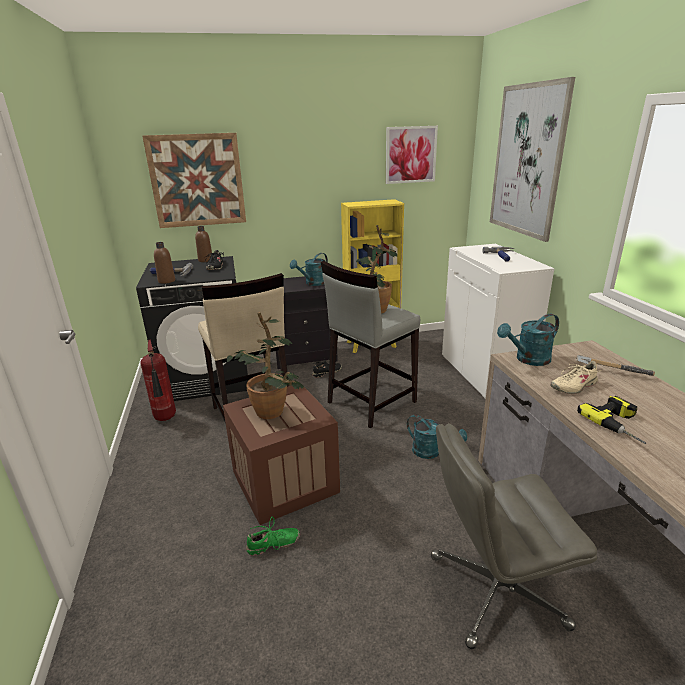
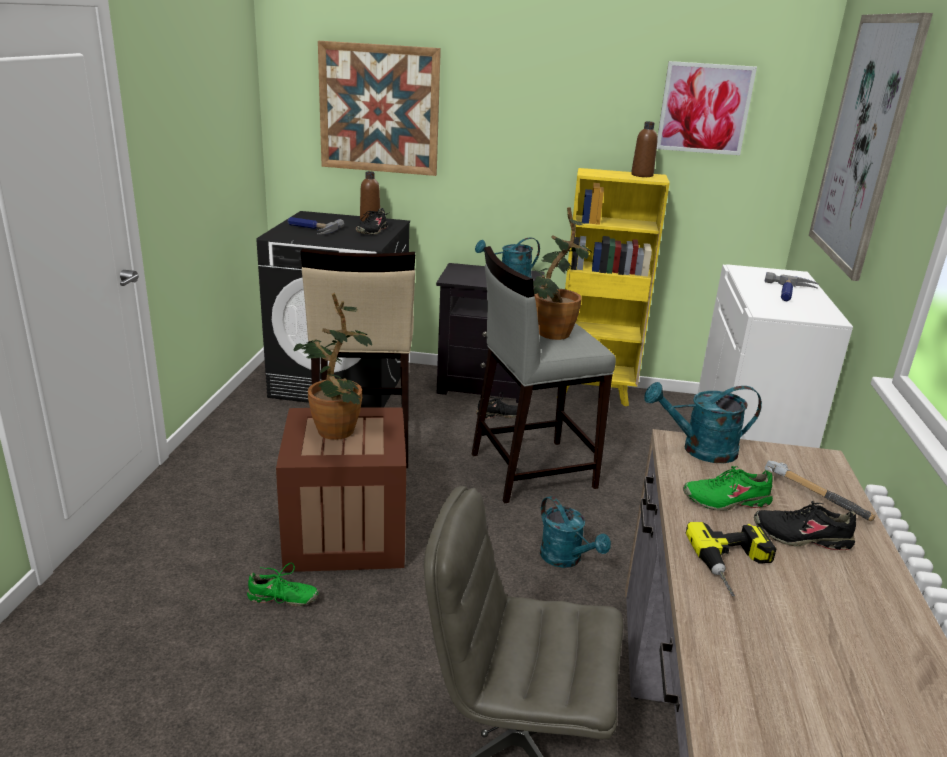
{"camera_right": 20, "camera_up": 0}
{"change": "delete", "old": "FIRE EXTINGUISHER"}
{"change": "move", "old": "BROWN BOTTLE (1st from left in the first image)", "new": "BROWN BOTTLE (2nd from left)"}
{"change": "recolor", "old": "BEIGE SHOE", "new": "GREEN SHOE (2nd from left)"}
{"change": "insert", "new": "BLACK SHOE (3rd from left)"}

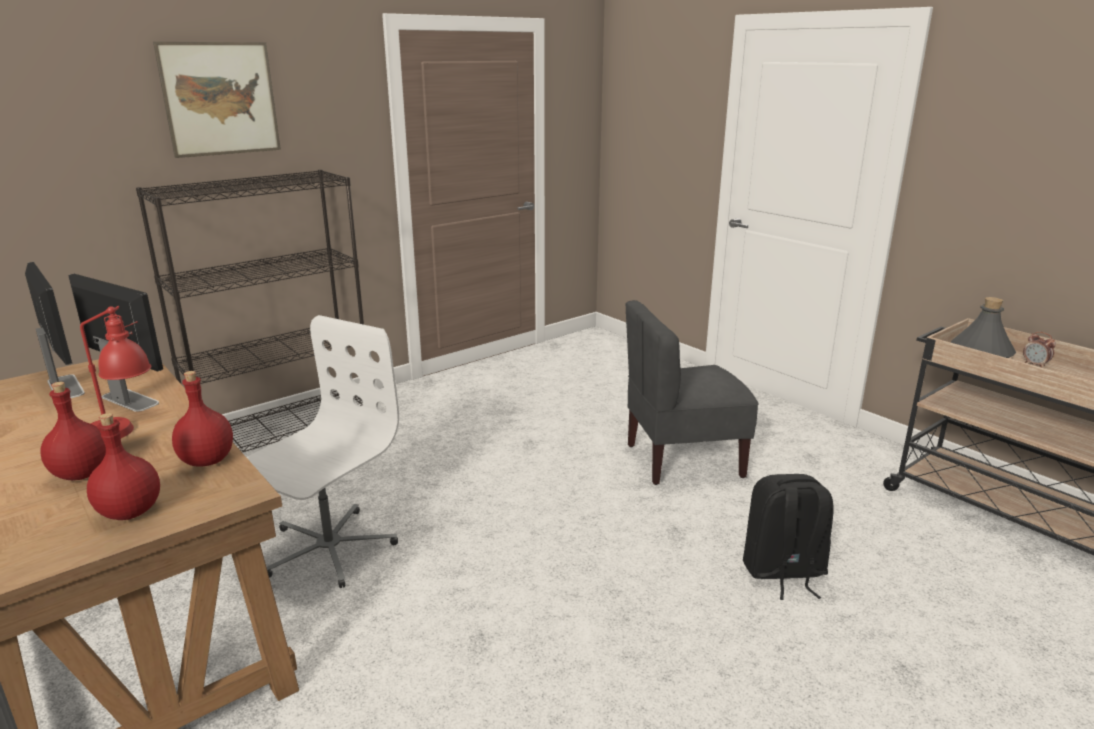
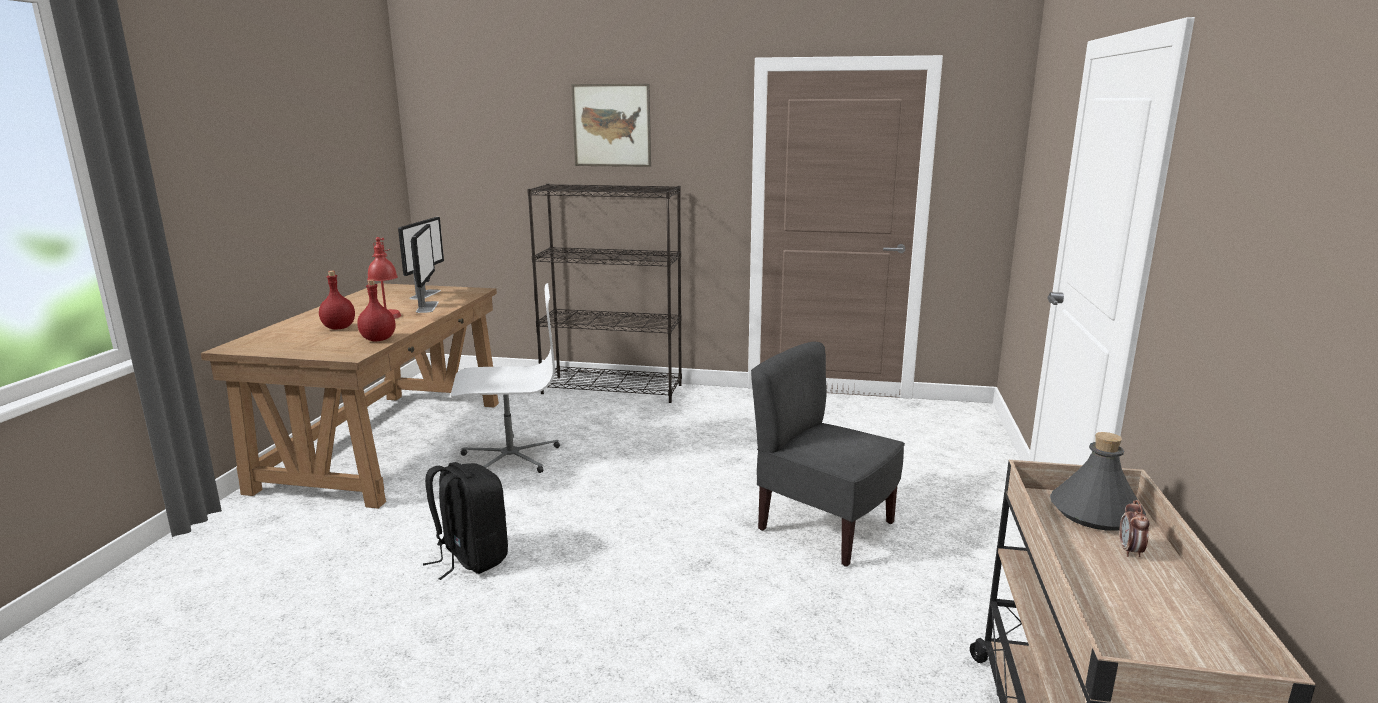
{"camera_right": 50, "camera_up": -5}
{"change": "delete", "old": "RED BOTTLE (2nd from left)"}
{"change": "move", "old": "BLACK BACKPACK"}

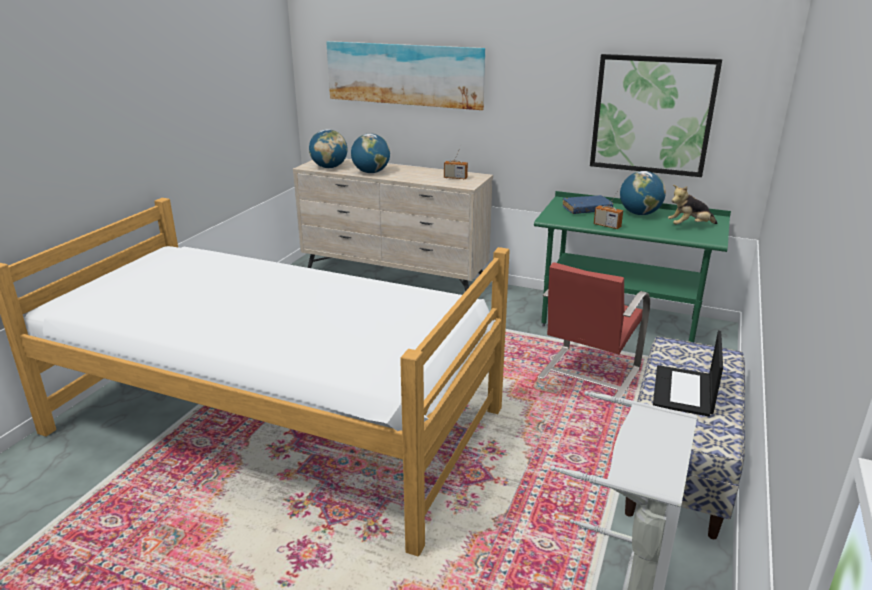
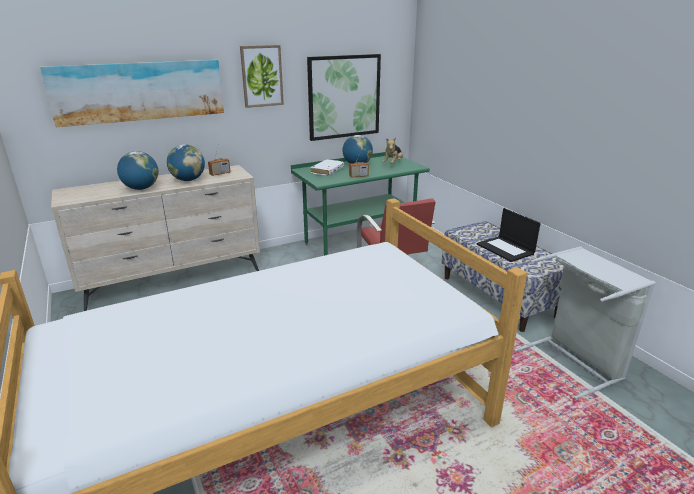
{"camera_right": -50, "camera_up": 0}
{"change": "move", "old": "GLOBE (1st from left in the first image)", "new": "GLOBE (2nd from left)"}
{"change": "recolor", "old": "BLUE BOOK", "new": "WHITE BOOK"}
{"change": "insert", "new": "PICTURE (2nd from left)"}

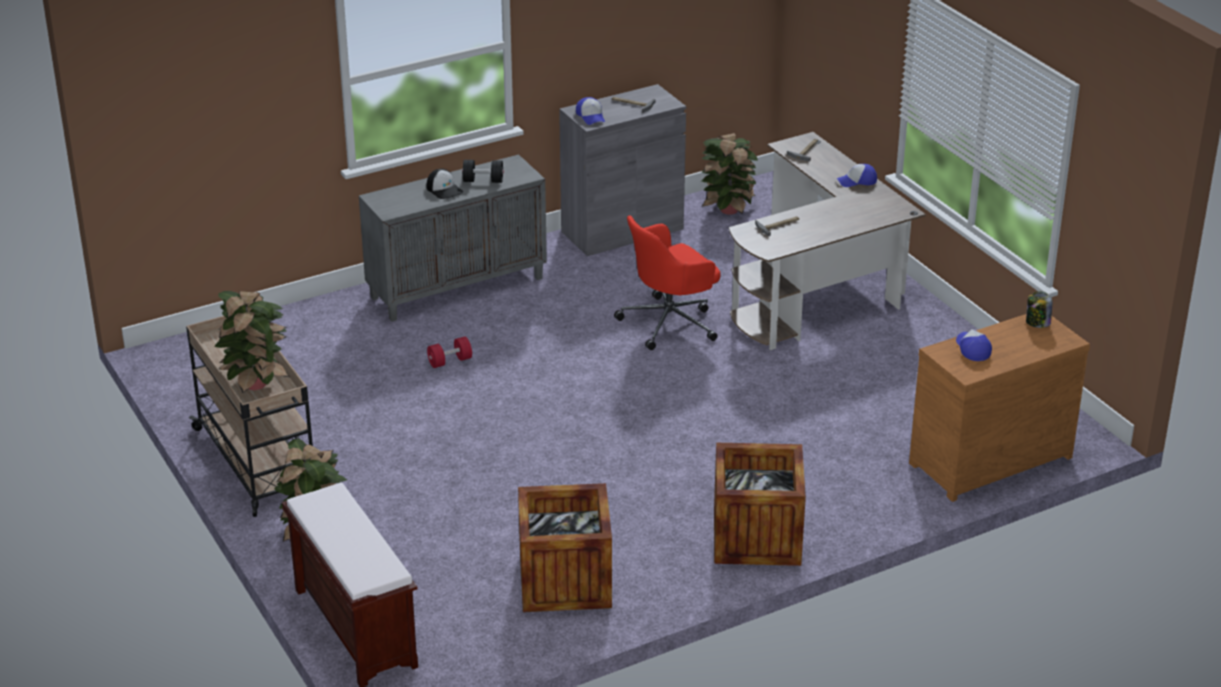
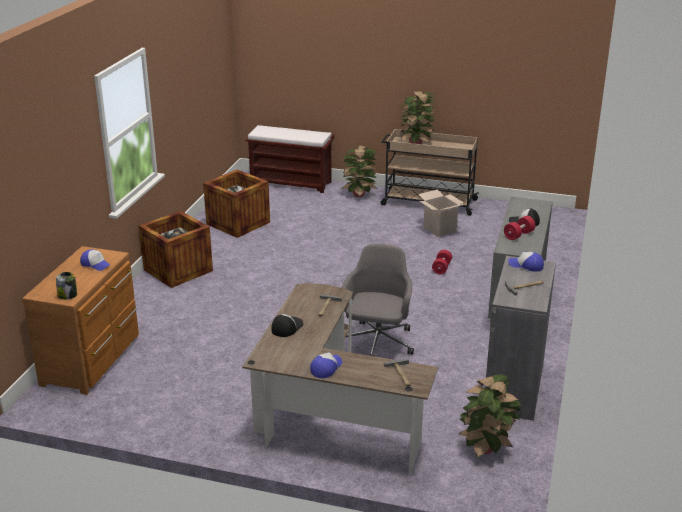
{"camera_right": 135, "camera_up": -5}
{"change": "recolor", "old": "BLACK DUMBBELL", "new": "RED DUMBBELL (2nd from left)"}
{"change": "recolor", "old": "RED OFFICE CHAIR", "new": "GREY OFFICE CHAIR"}
{"change": "insert", "new": "CAP (2nd from left)"}
{"change": "insert", "new": "CARDBOARD BOX"}

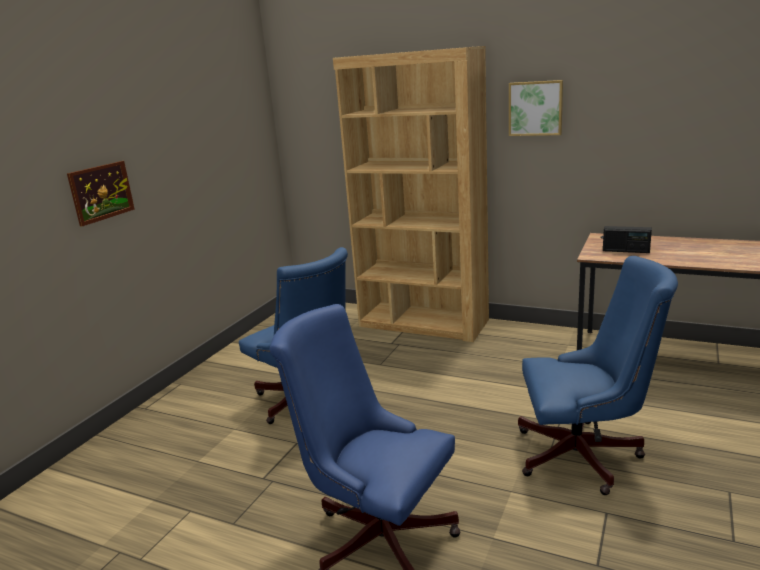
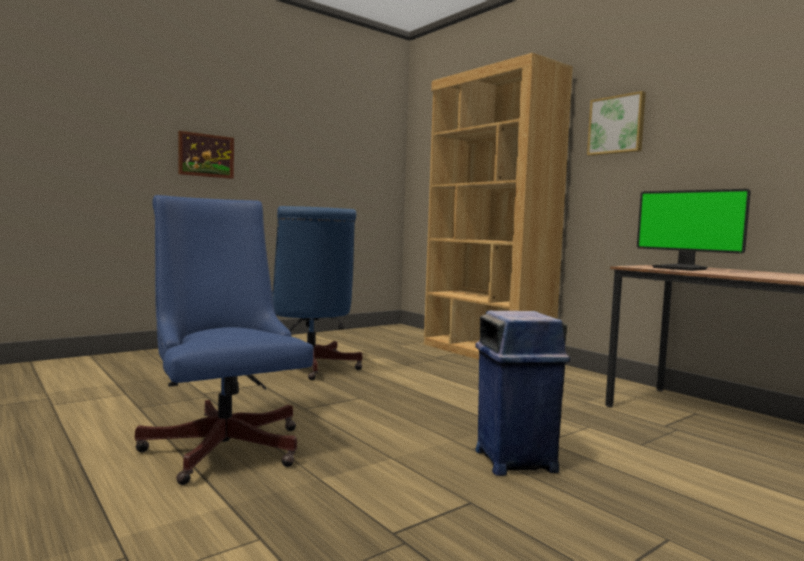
{"camera_right": 25, "camera_up": -15}
{"change": "replace", "old": "BLUE OFFICE CHAIR (3rd from left)", "new": "BLUE TRASH CAN"}
{"change": "replace", "old": "RADIO", "new": "MONITOR"}

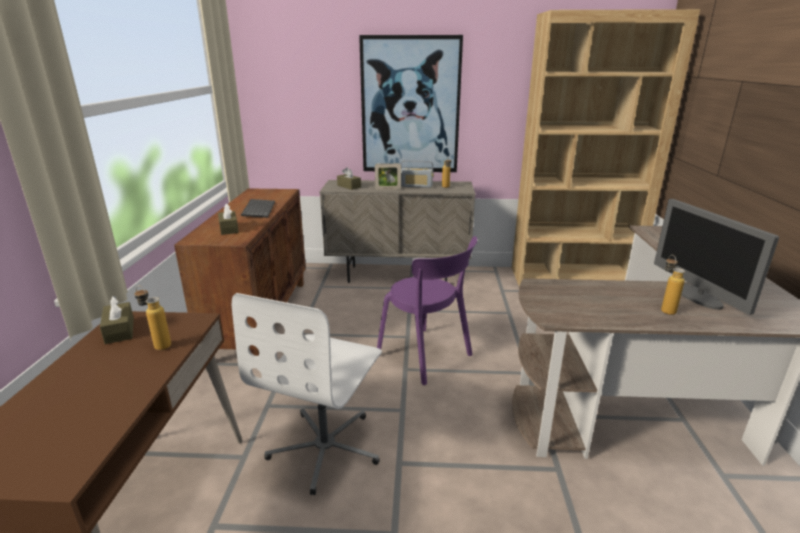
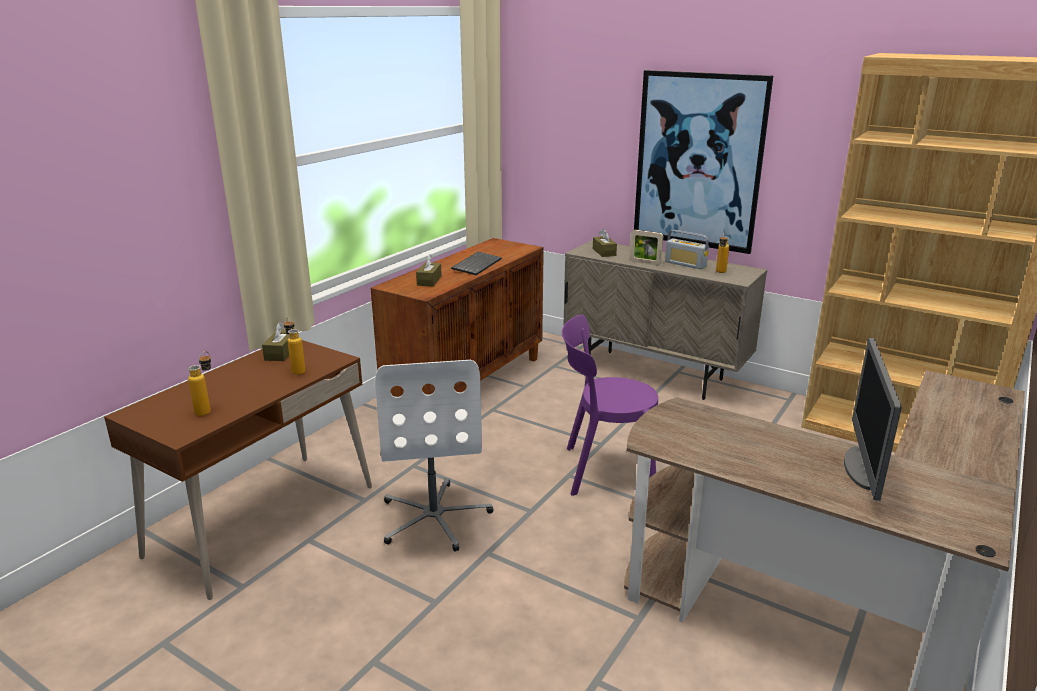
{"camera_right": 30, "camera_up": 0}
{"change": "rotate", "old": "WHITE OFFICE CHAIR", "degrees": -60}
{"change": "rotate", "old": "PURPLE CHAIR", "degrees": 105}
{"change": "move", "old": "BOTTLE (3rd from left in the first image)", "new": "BOTTLE (1st from left)"}

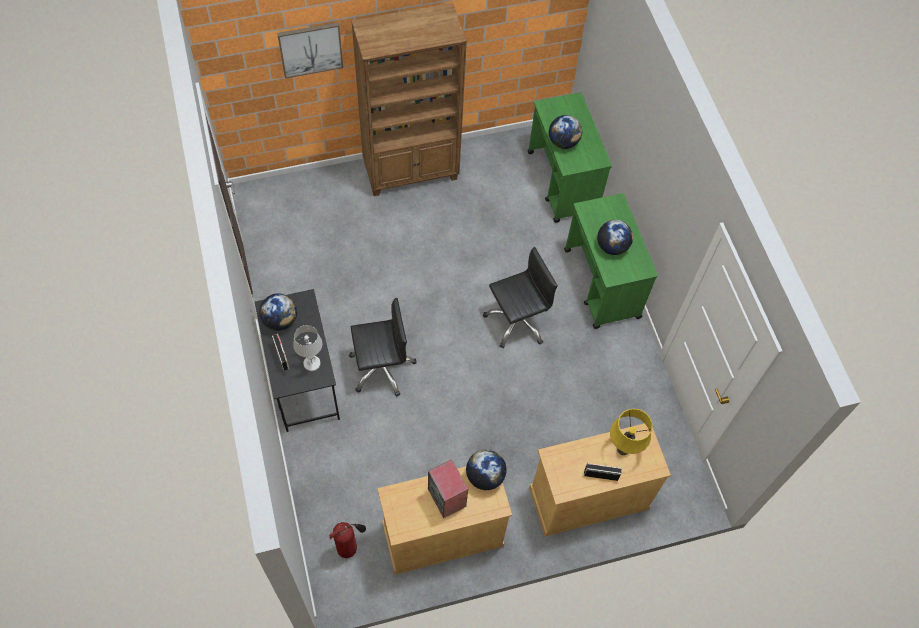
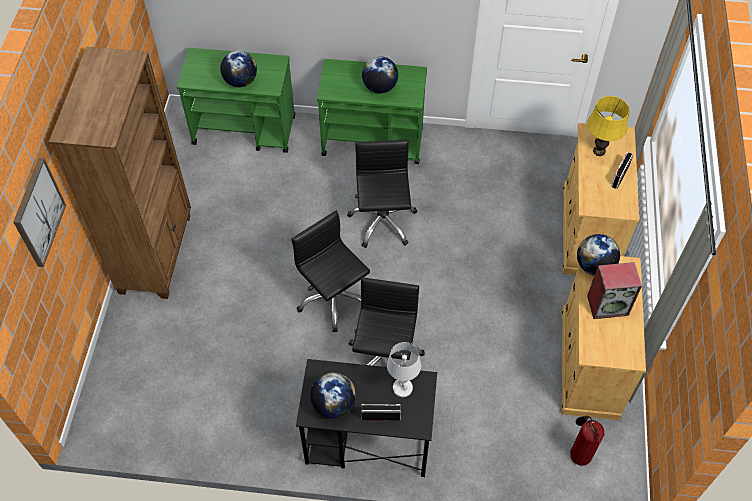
{"camera_right": -65, "camera_up": -5}
{"change": "insert", "new": "BLACK OFFICE CHAIR (1st from left)"}

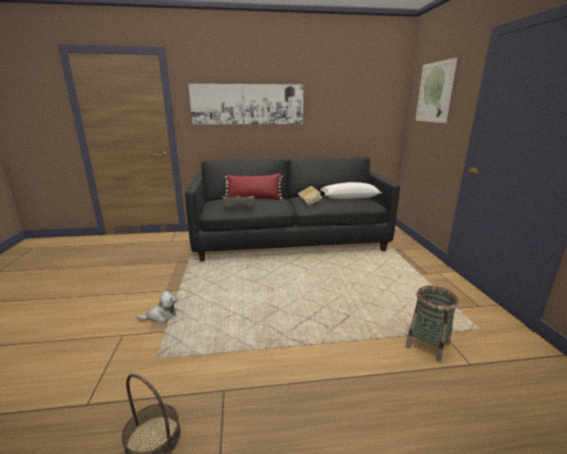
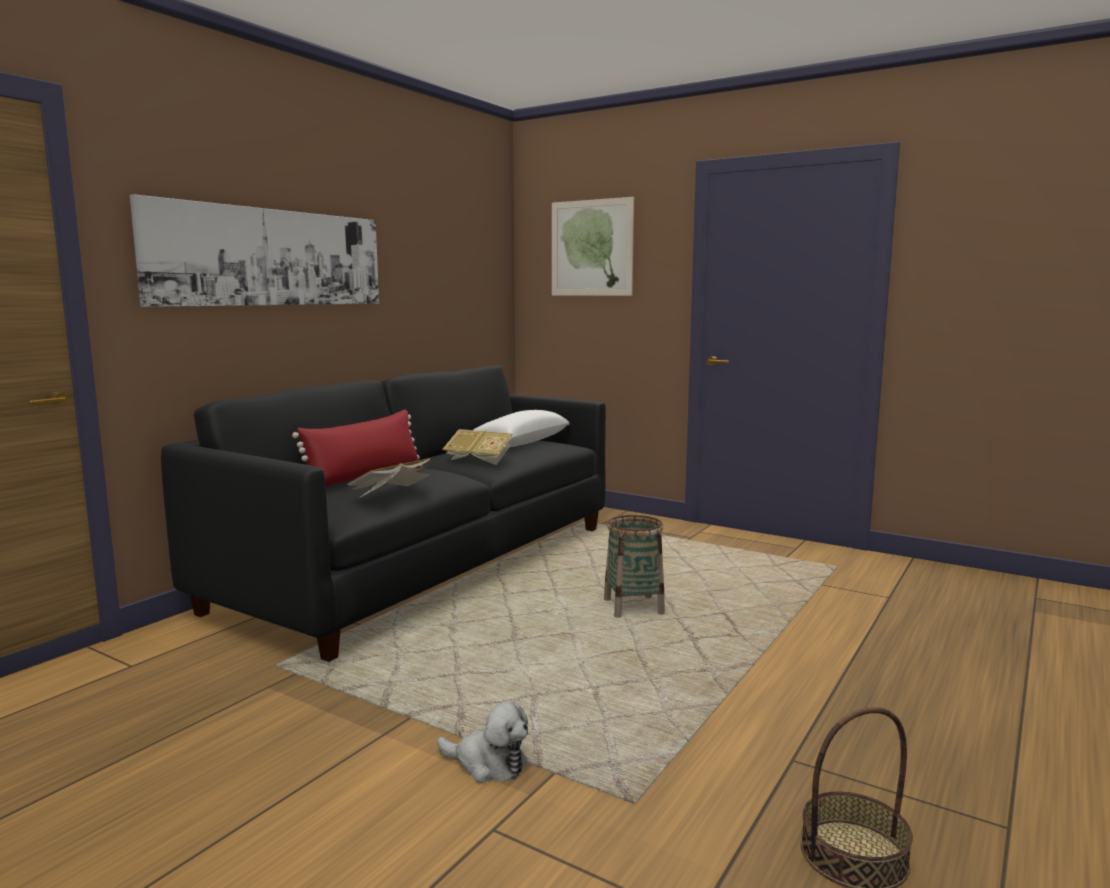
{"camera_right": -50, "camera_up": -10}
{"change": "rotate", "old": "PLUSH TOY", "degrees": 90}
{"change": "move", "old": "BASKET (2nd from left in the first image)", "new": "BASKET (1st from left)"}

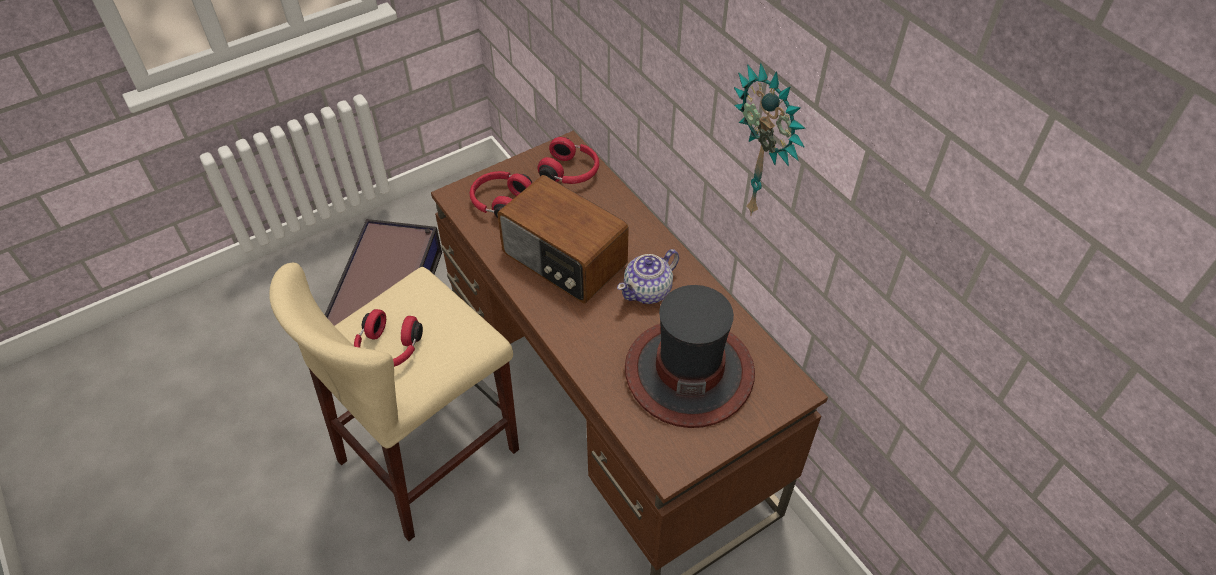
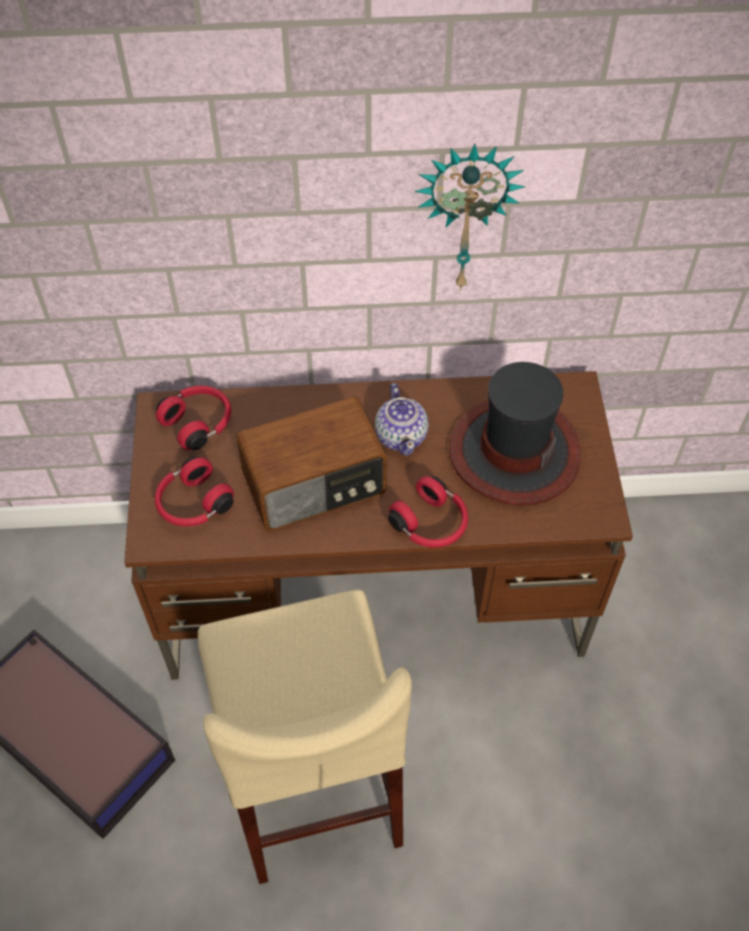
{"camera_right": -60, "camera_up": 5}
{"change": "move", "old": "RED HEADPHONES (1st from left in the first image)", "new": "RED HEADPHONES (3rd from left)"}

